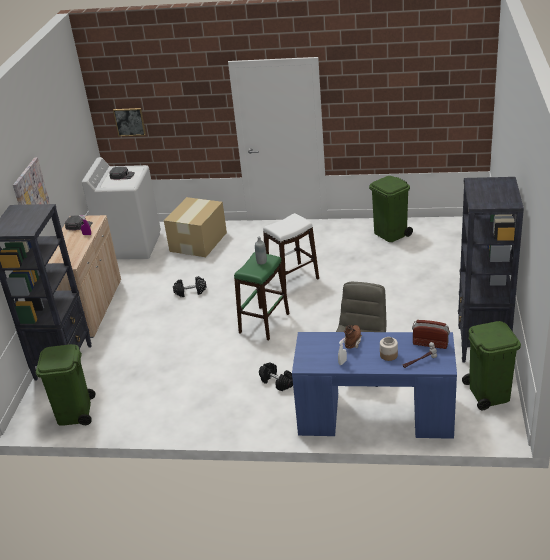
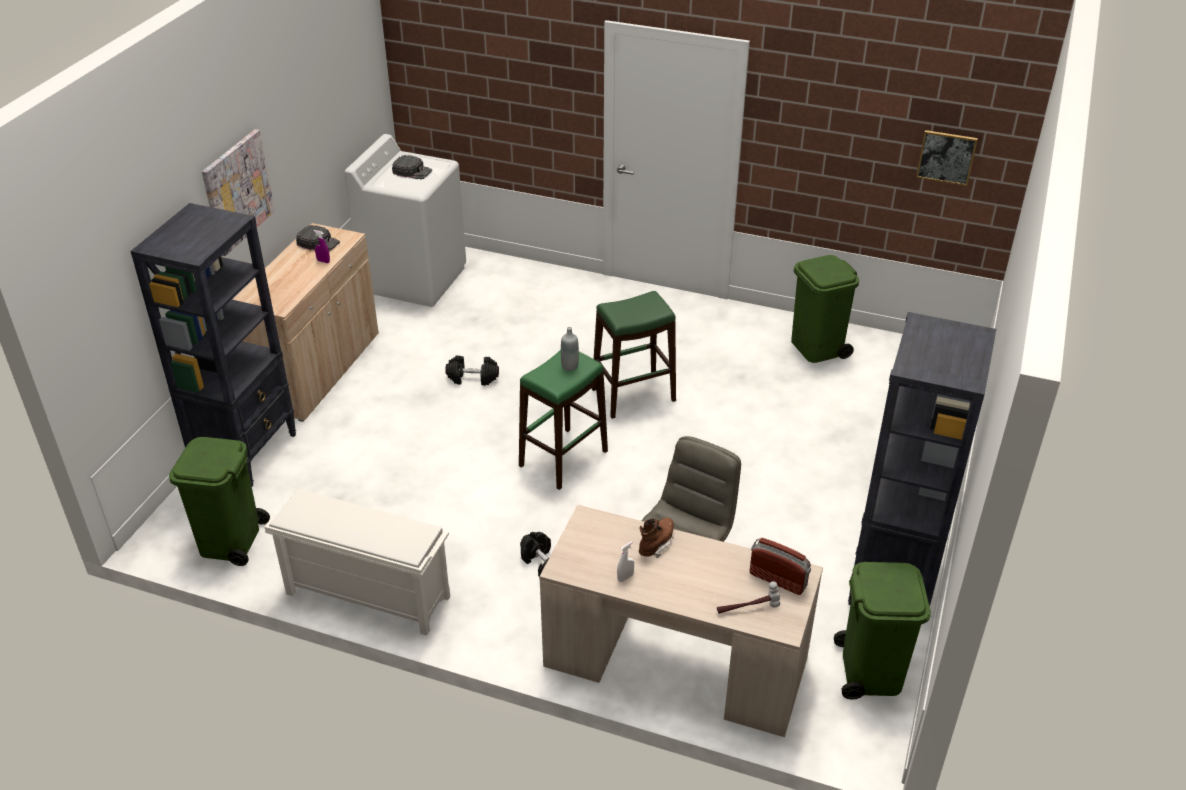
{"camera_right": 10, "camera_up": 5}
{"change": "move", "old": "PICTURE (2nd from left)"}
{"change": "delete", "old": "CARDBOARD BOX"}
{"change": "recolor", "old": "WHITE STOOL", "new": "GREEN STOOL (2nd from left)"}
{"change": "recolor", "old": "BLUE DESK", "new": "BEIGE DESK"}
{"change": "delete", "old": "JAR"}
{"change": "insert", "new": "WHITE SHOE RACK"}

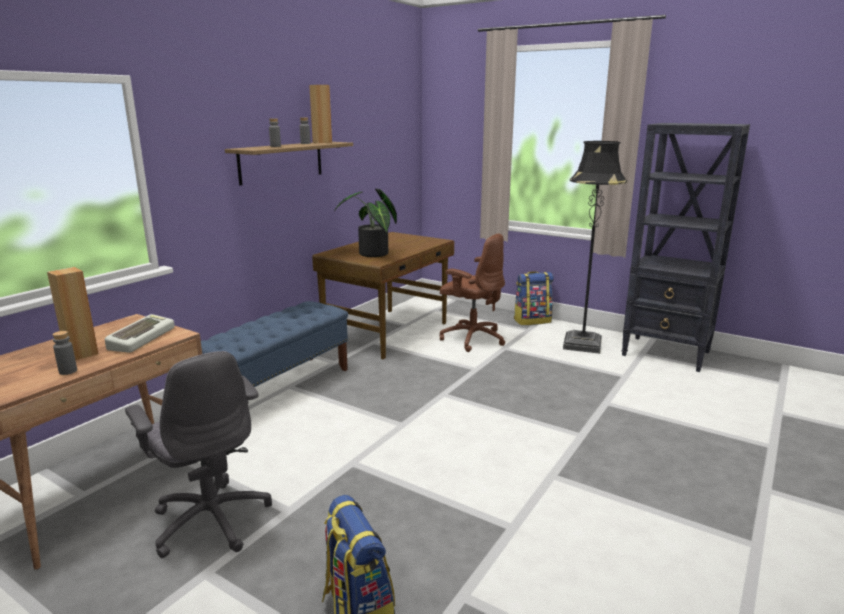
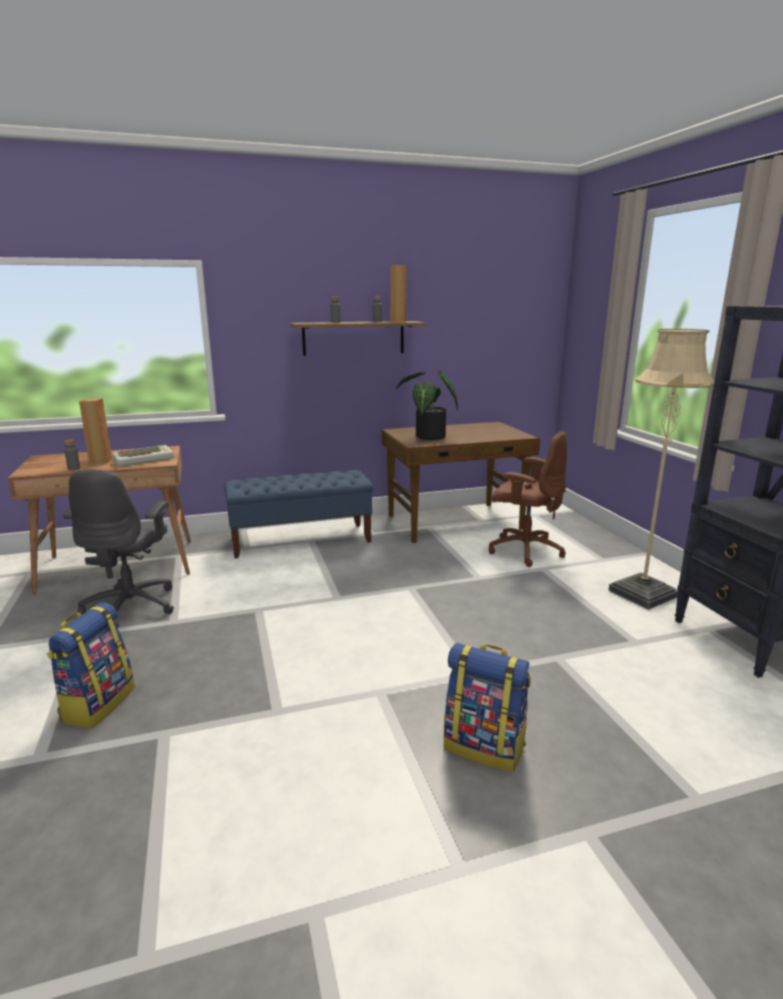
{"camera_right": 40, "camera_up": 0}
{"change": "rotate", "old": "BROWN OFFICE CHAIR", "degrees": -45}
{"change": "move", "old": "BACKPACK (2nd from left)"}
{"change": "recolor", "old": "BLACK FLOOR LAMP", "new": "BEIGE FLOOR LAMP"}

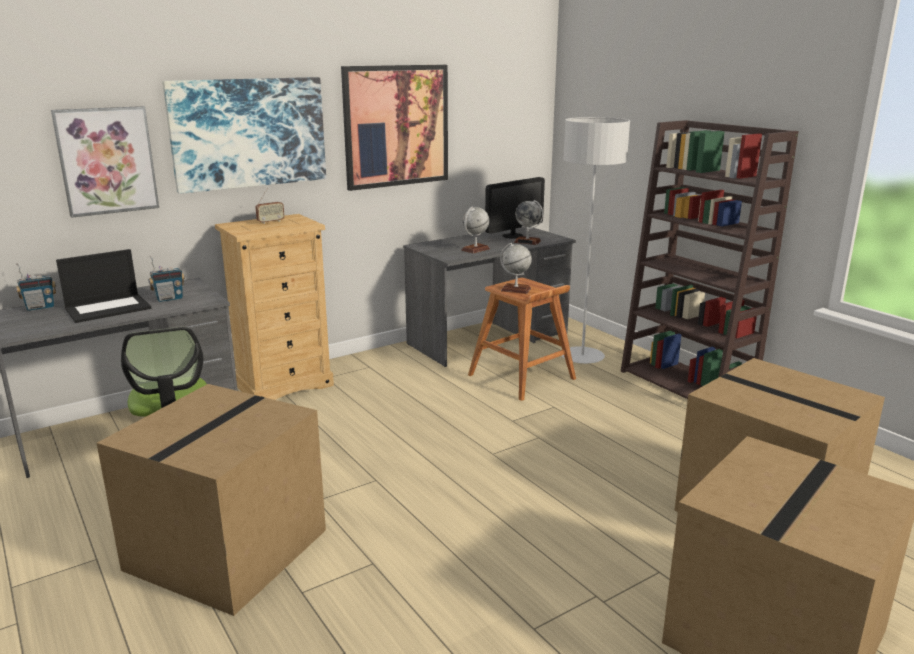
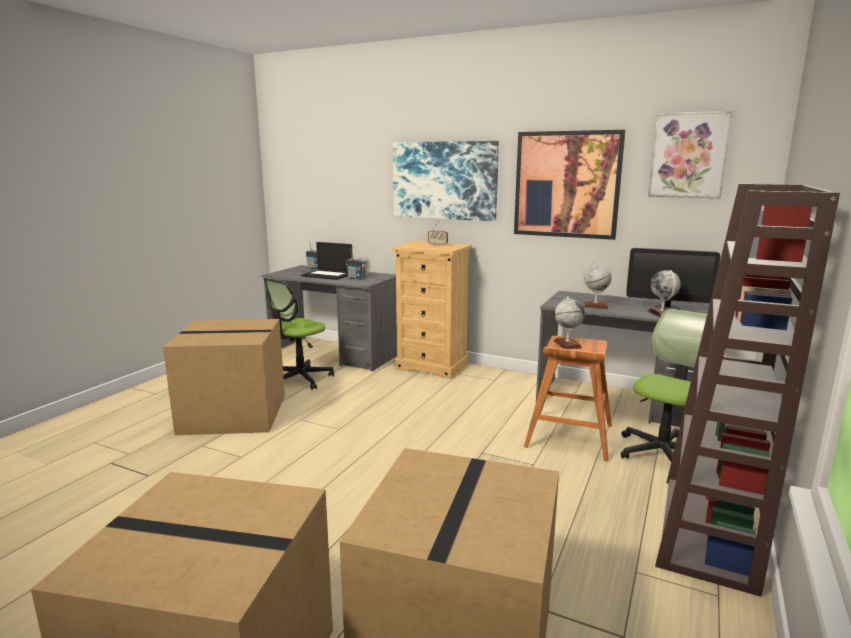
{"camera_right": 60, "camera_up": -5}
{"change": "move", "old": "PICTURE (1st from left in the first image)", "new": "PICTURE (3rd from left)"}
{"change": "replace", "old": "GREY FLOOR LAMP", "new": "OFFICE CHAIR (2nd from left)"}

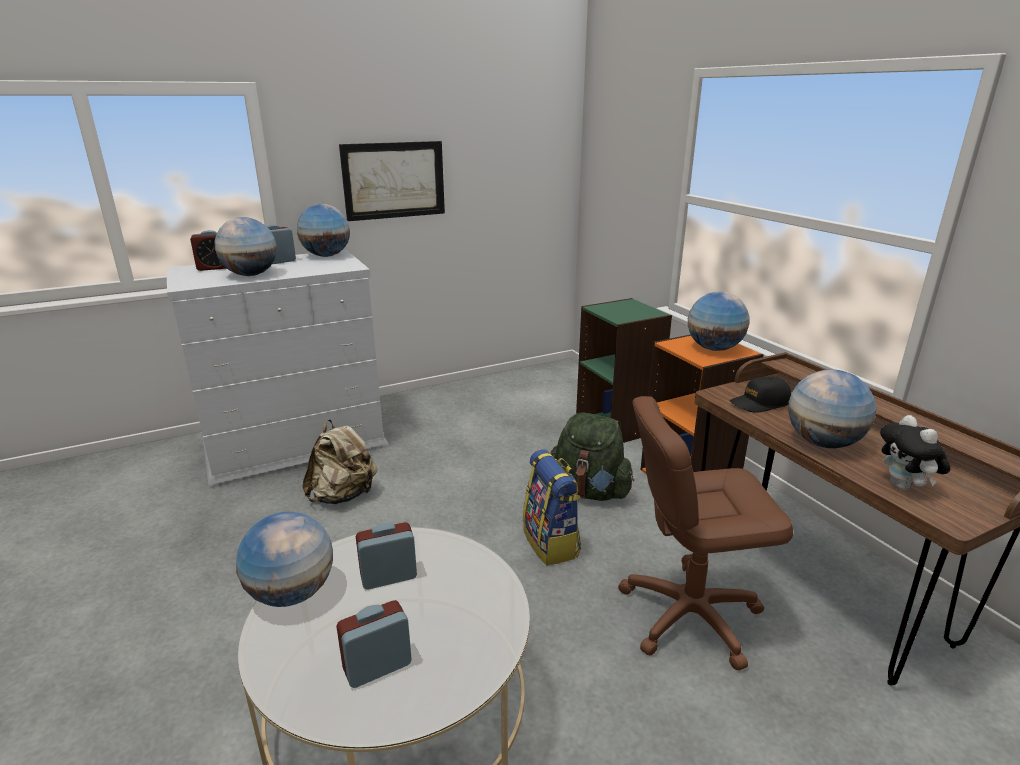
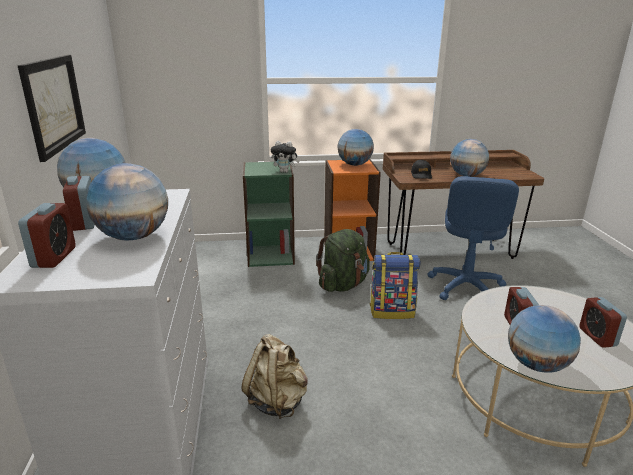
{"camera_right": -70, "camera_up": 0}
{"change": "recolor", "old": "BROWN OFFICE CHAIR", "new": "BLUE OFFICE CHAIR"}
{"change": "move", "old": "PLUSH TOY"}

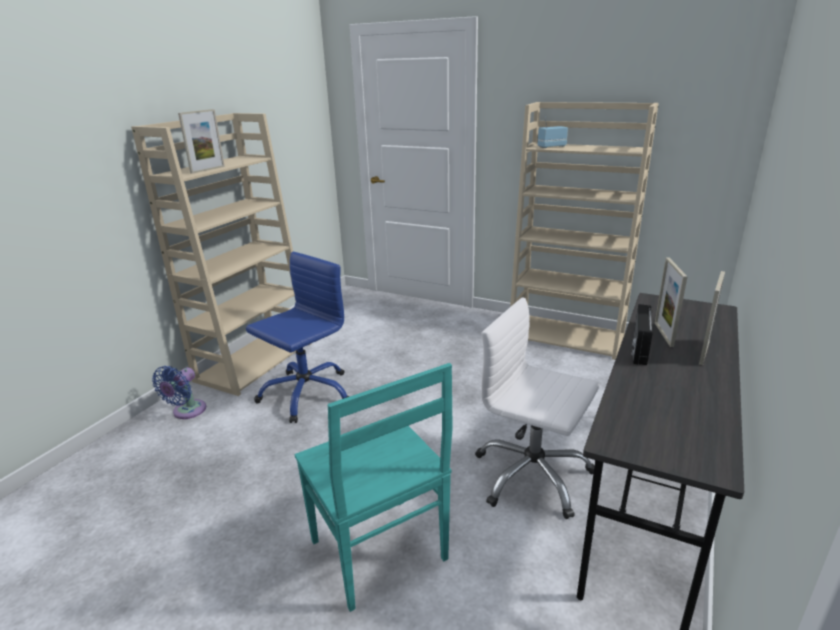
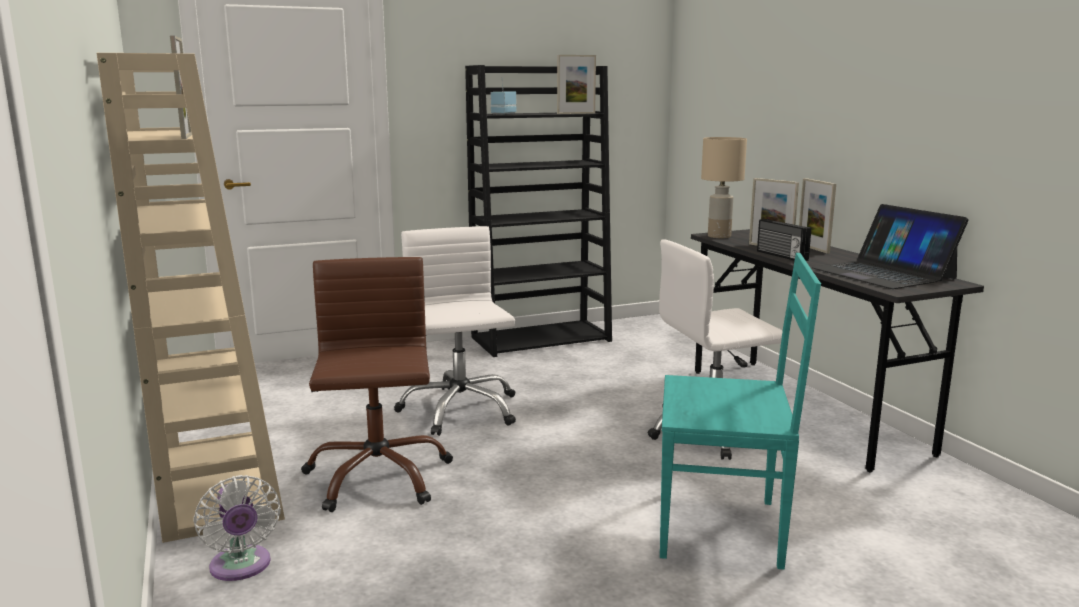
{"camera_right": -50, "camera_up": -10}
{"change": "recolor", "old": "BLUE FAN", "new": "WHITE FAN"}
{"change": "recolor", "old": "BLUE OFFICE CHAIR", "new": "BROWN OFFICE CHAIR"}
{"change": "recolor", "old": "BEIGE BOOKCASE (2nd from left)", "new": "BLACK BOOKCASE"}
{"change": "insert", "new": "WHITE OFFICE CHAIR (1st from left)"}
{"change": "insert", "new": "PICTURE FRAME (2nd from left)"}
{"change": "insert", "new": "BEIGE TABLE LAMP"}
{"change": "insert", "new": "LAPTOP"}

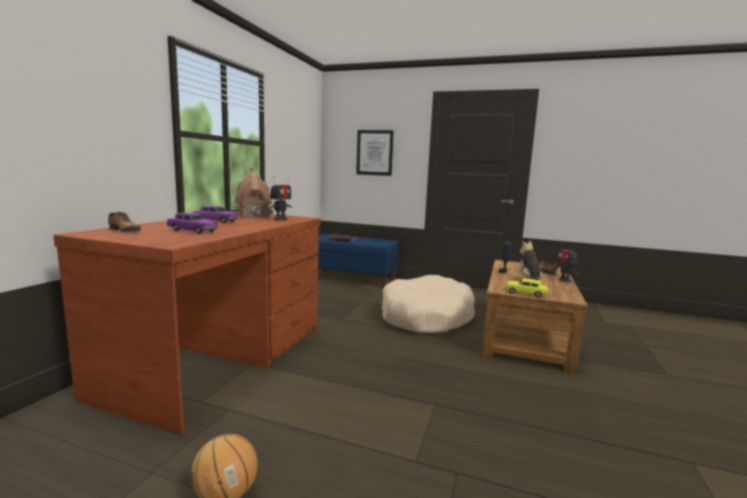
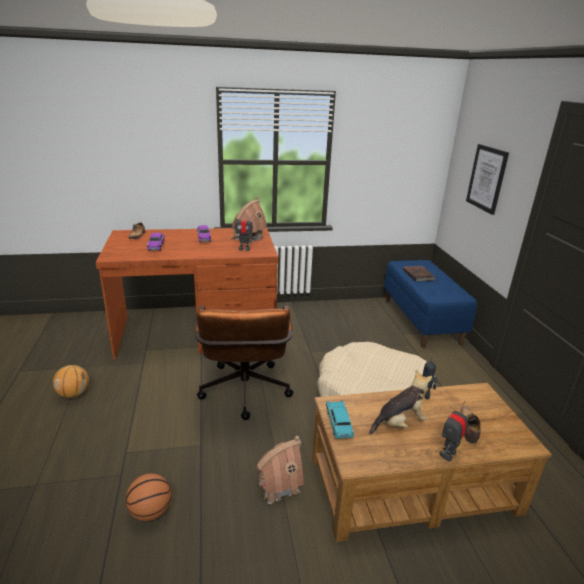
{"camera_right": 60, "camera_up": 15}
{"change": "recolor", "old": "YELLOW TOY CAR", "new": "TURQUOISE TOY CAR"}
{"change": "insert", "new": "BASKETBALL (2nd from left)"}
{"change": "insert", "new": "BROWN OFFICE CHAIR"}
{"change": "insert", "new": "TOY HOUSE (2nd from left)"}

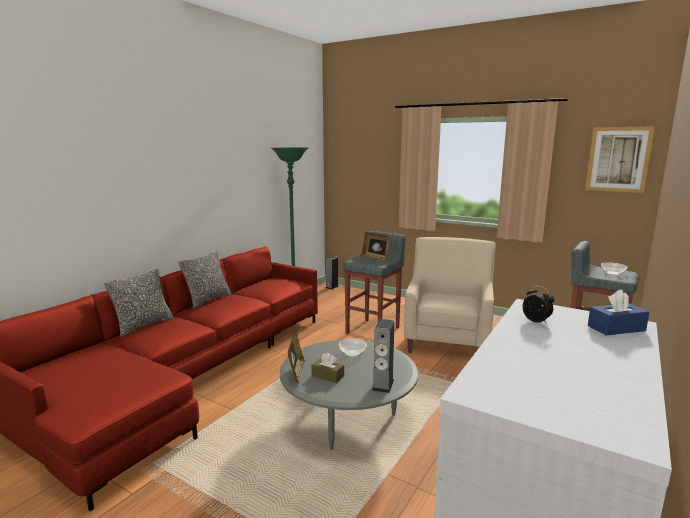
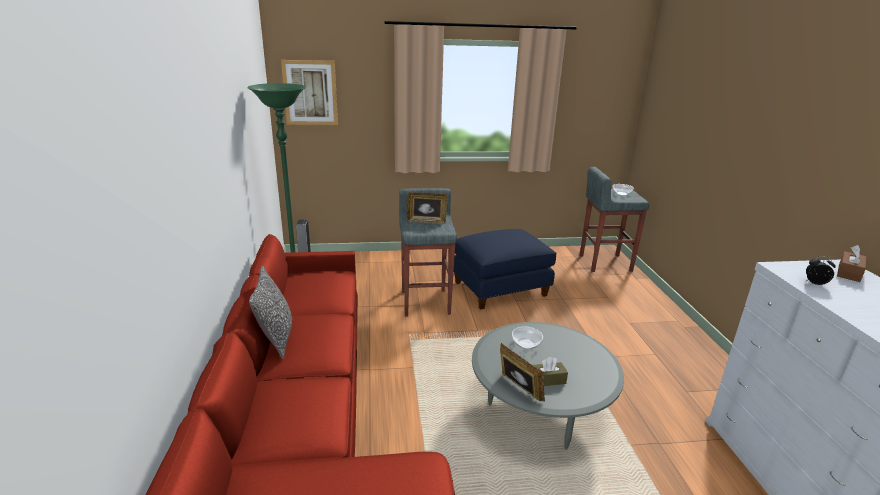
{"camera_right": -40, "camera_up": 10}
{"change": "delete", "old": "PILLOW (1st from left)"}
{"change": "delete", "old": "SPEAKER (2nd from left)"}
{"change": "replace", "old": "BEIGE ARMCHAIR", "new": "BLUE OTTOMAN"}
{"change": "move", "old": "PICTURE"}
{"change": "recolor", "old": "BLUE TISSUE BOX", "new": "BROWN TISSUE BOX (2nd from left)"}

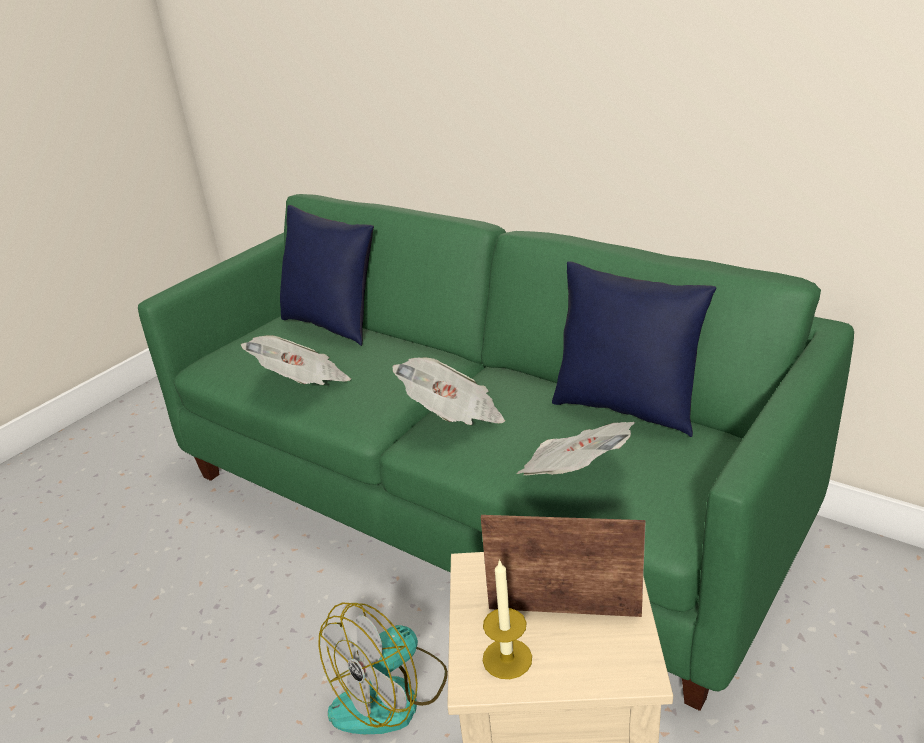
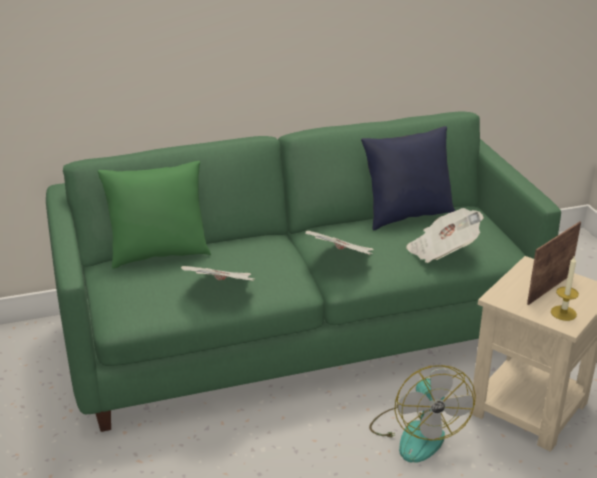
{"camera_right": -55, "camera_up": 0}
{"change": "recolor", "old": "BLUE PILLOW (1st from left)", "new": "GREEN PILLOW"}

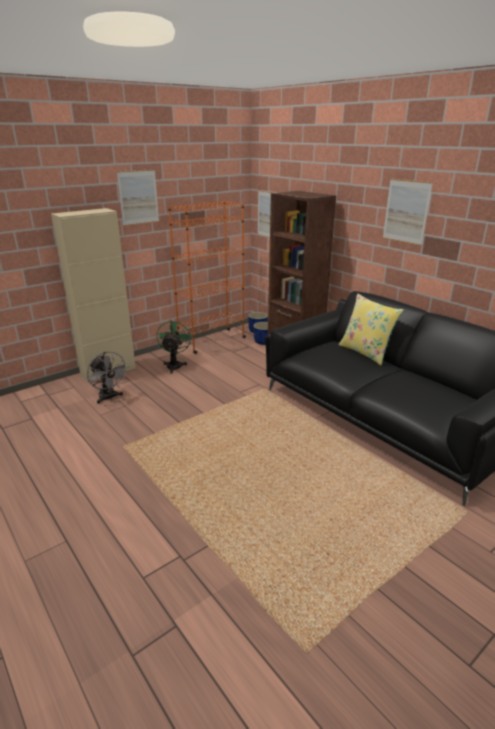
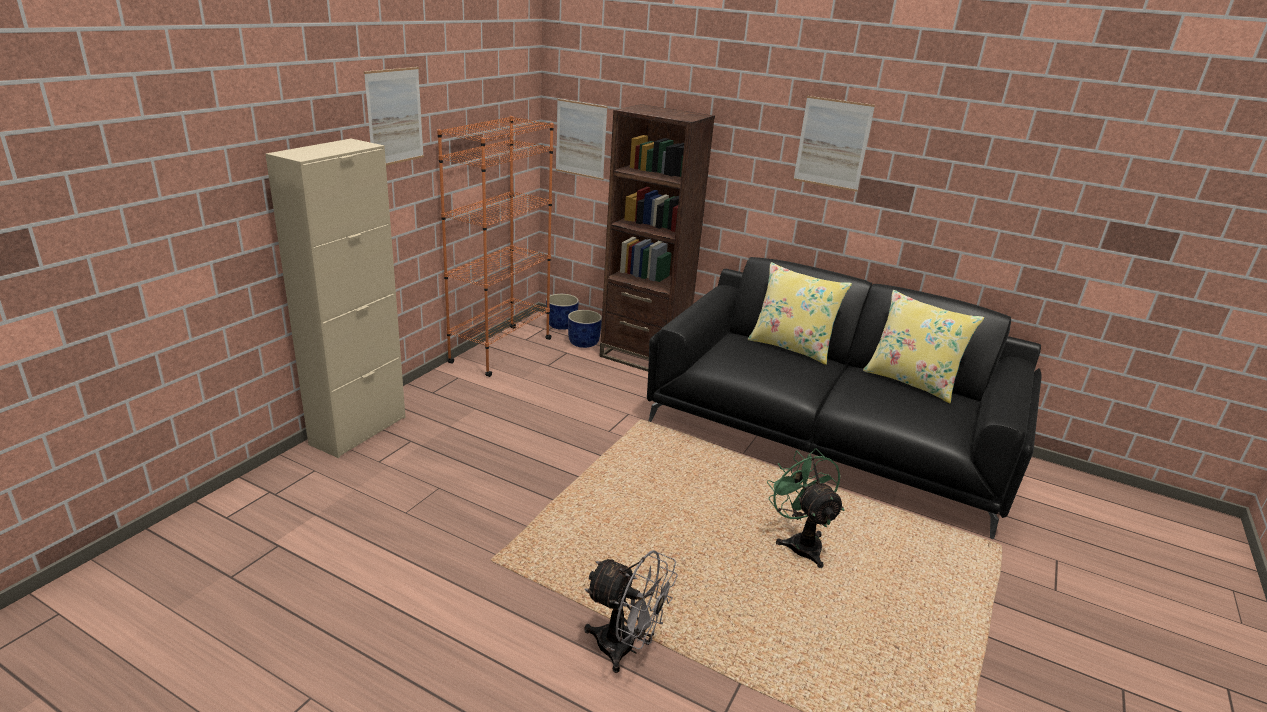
{"camera_right": -25, "camera_up": 0}
{"change": "move", "old": "GREY FAN"}
{"change": "move", "old": "GREEN FAN"}
{"change": "insert", "new": "YELLOW PILLOW (2nd from left)"}

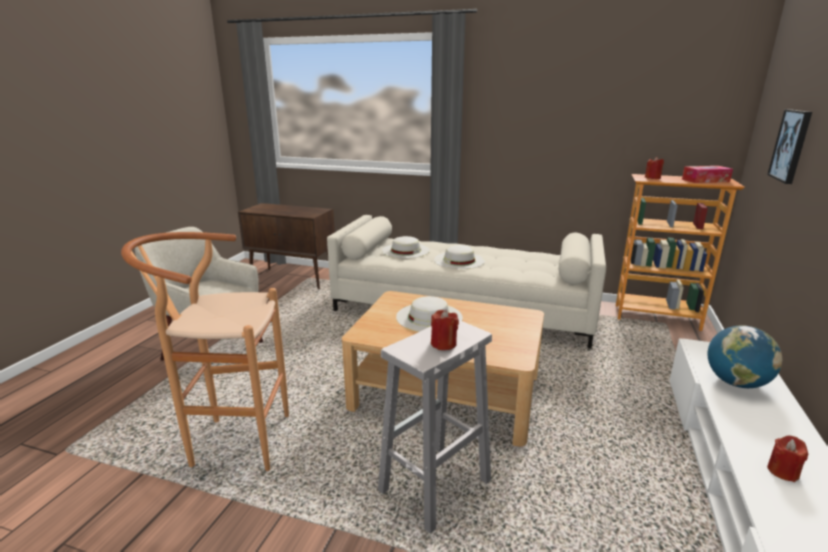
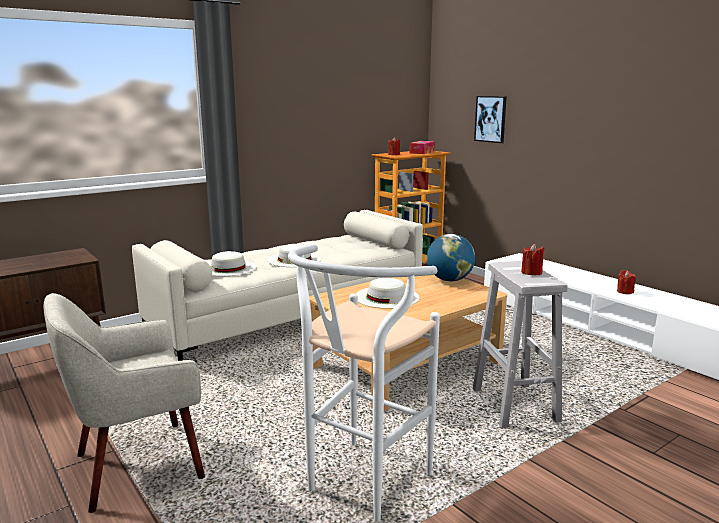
{"camera_right": -55, "camera_up": -5}
{"change": "recolor", "old": "BROWN STOOL", "new": "WHITE STOOL (1st from left)"}
{"change": "move", "old": "GLOBE"}

